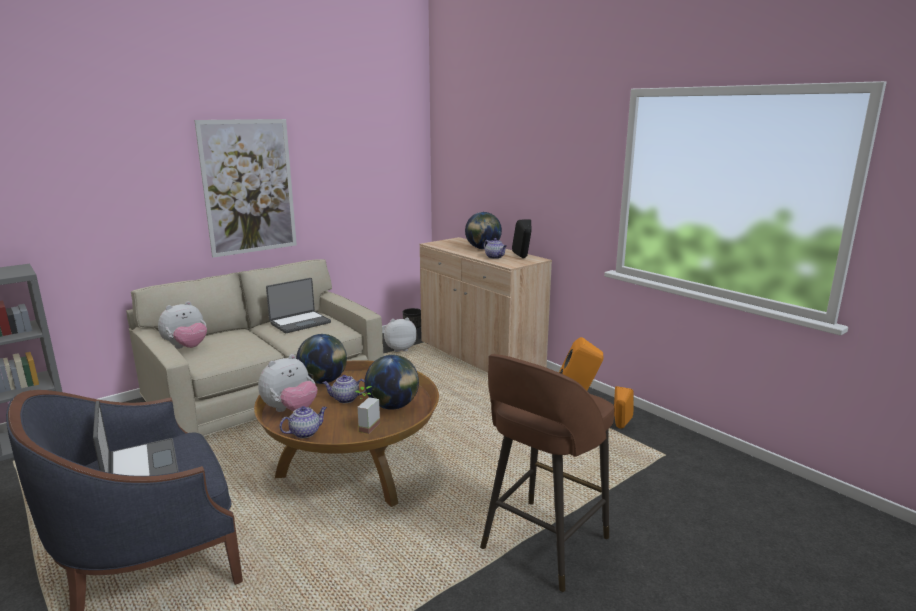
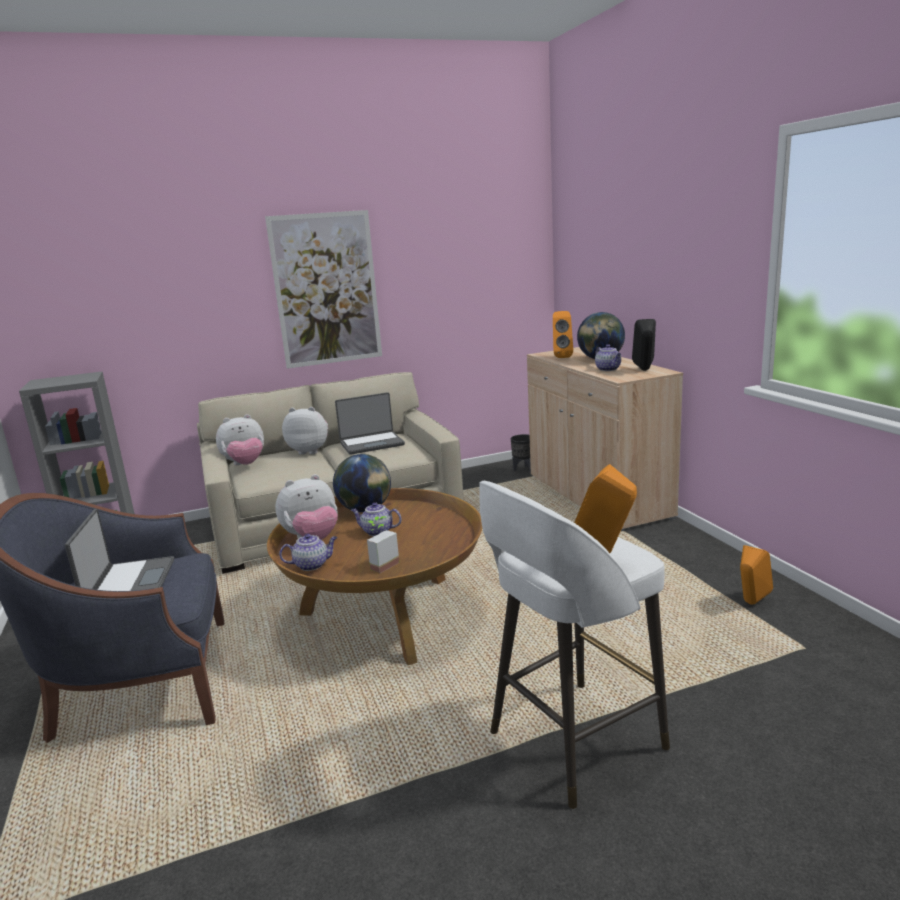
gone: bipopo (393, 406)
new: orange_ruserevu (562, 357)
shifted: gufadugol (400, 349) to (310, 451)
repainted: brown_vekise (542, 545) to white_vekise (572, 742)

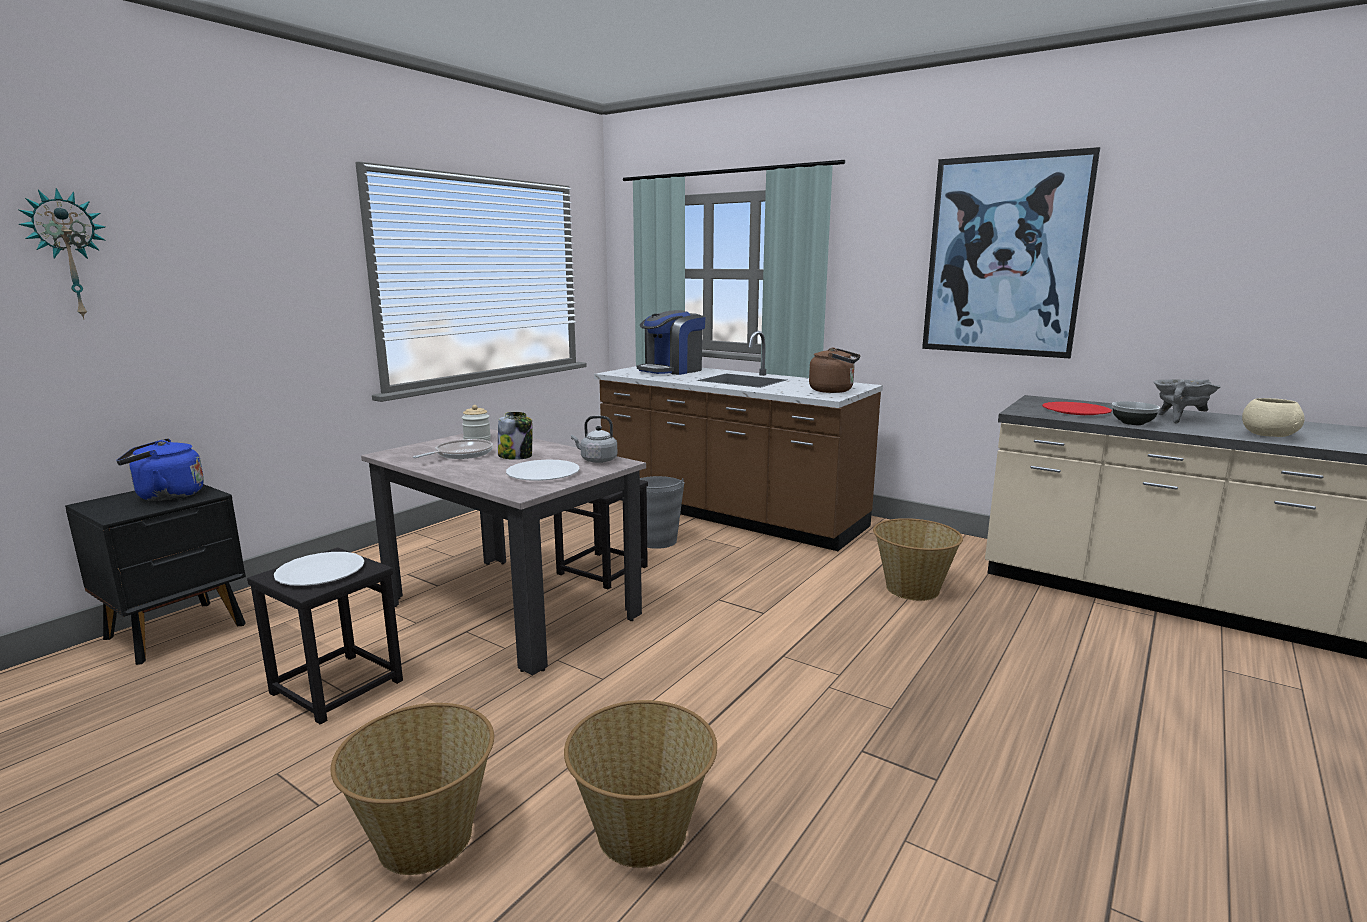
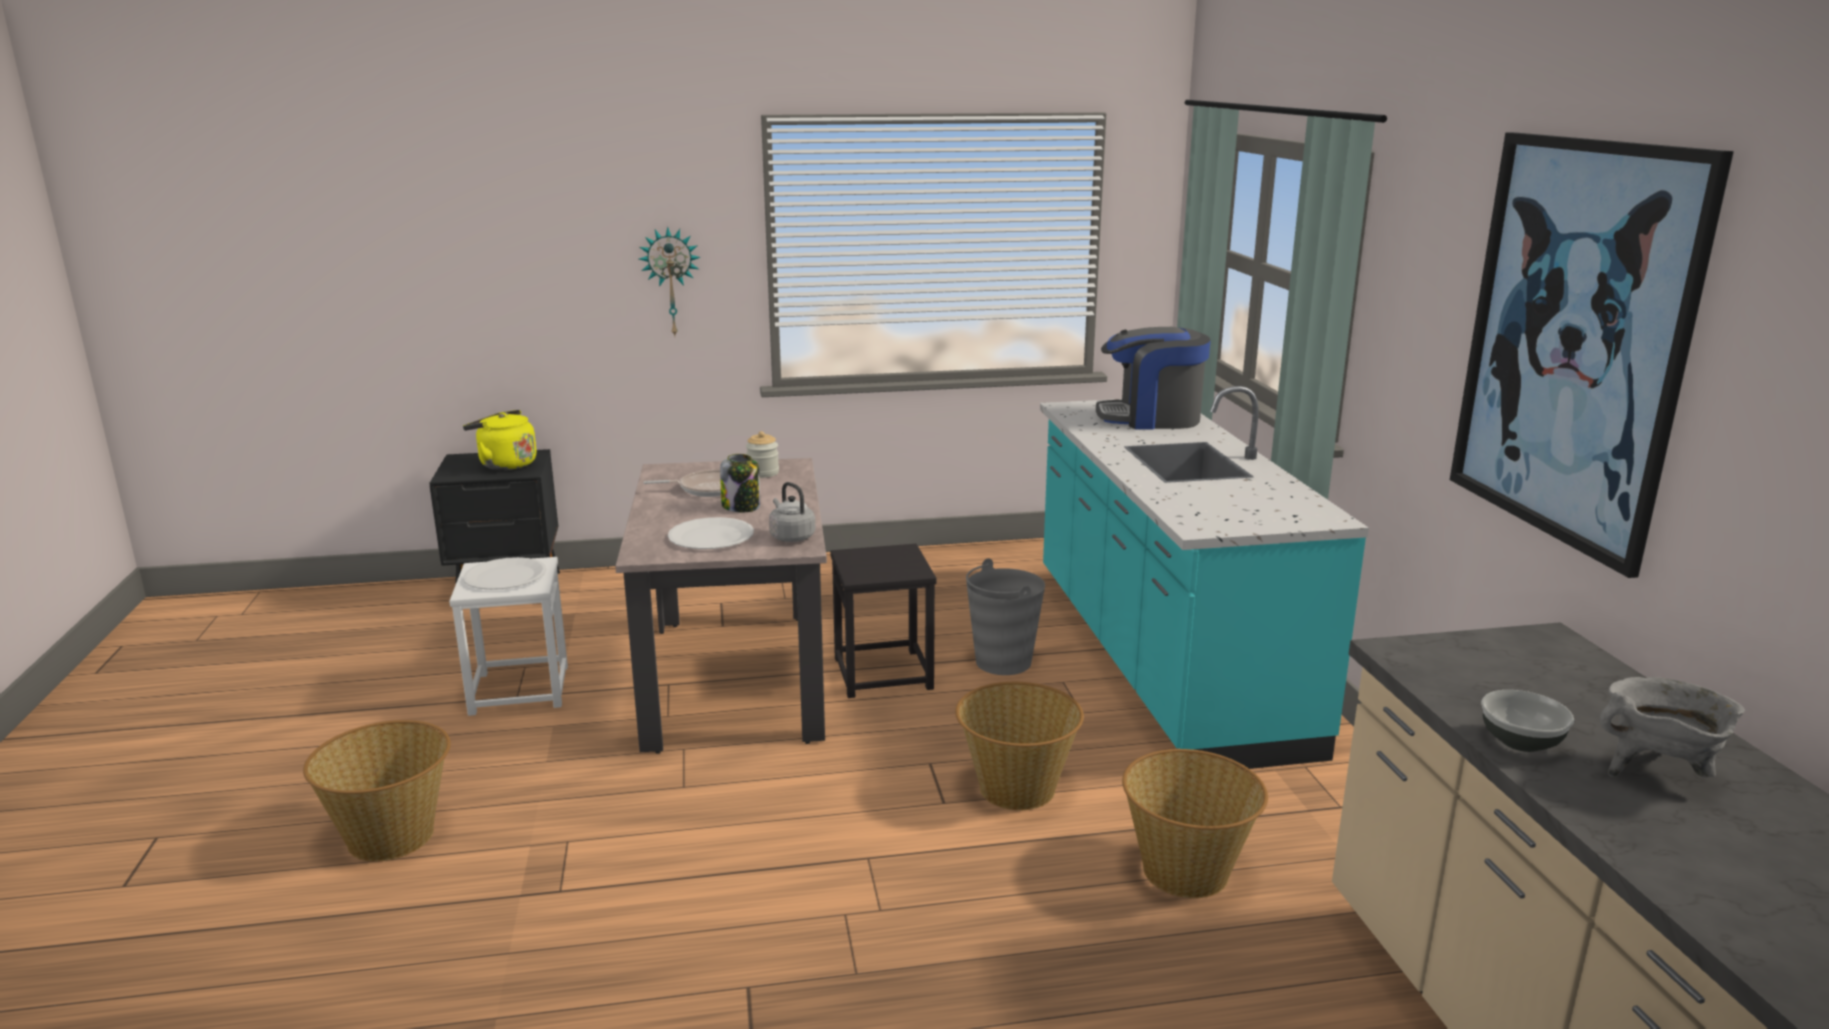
gone: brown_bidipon (834, 390); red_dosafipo (1076, 411); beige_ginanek (1267, 435)
shifted: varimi (68, 255) to (671, 282); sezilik (642, 834) to (1016, 789)
repainted: blue_bidipon (166, 496) to yellow_bidipon (504, 464); black_vekise (336, 687) to white_vekise (518, 690); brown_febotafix (729, 513) to turquoise_febotafix (1162, 660)

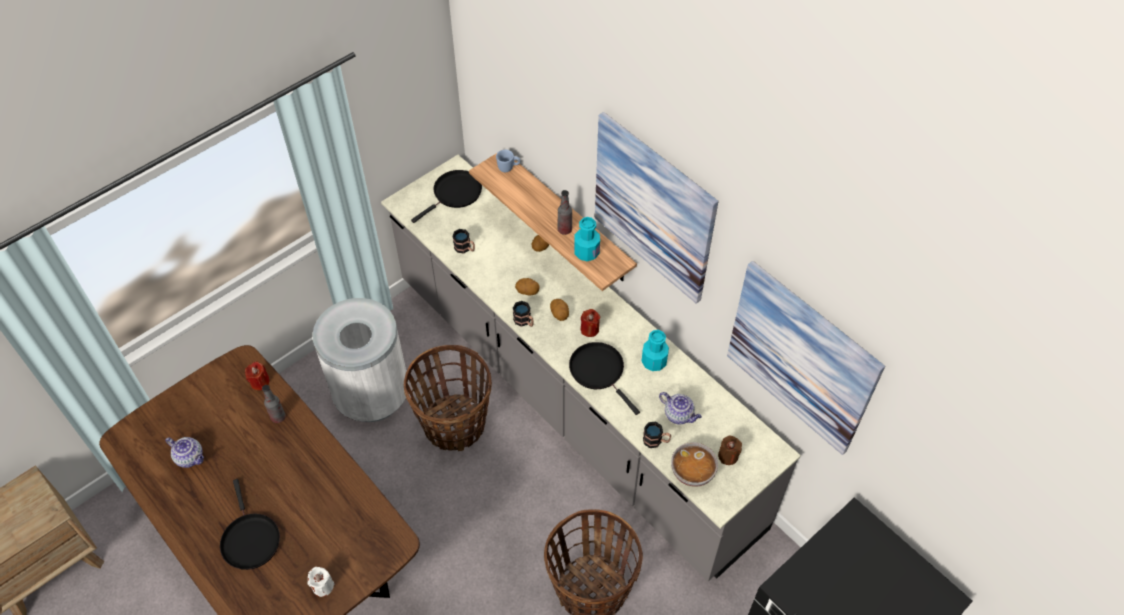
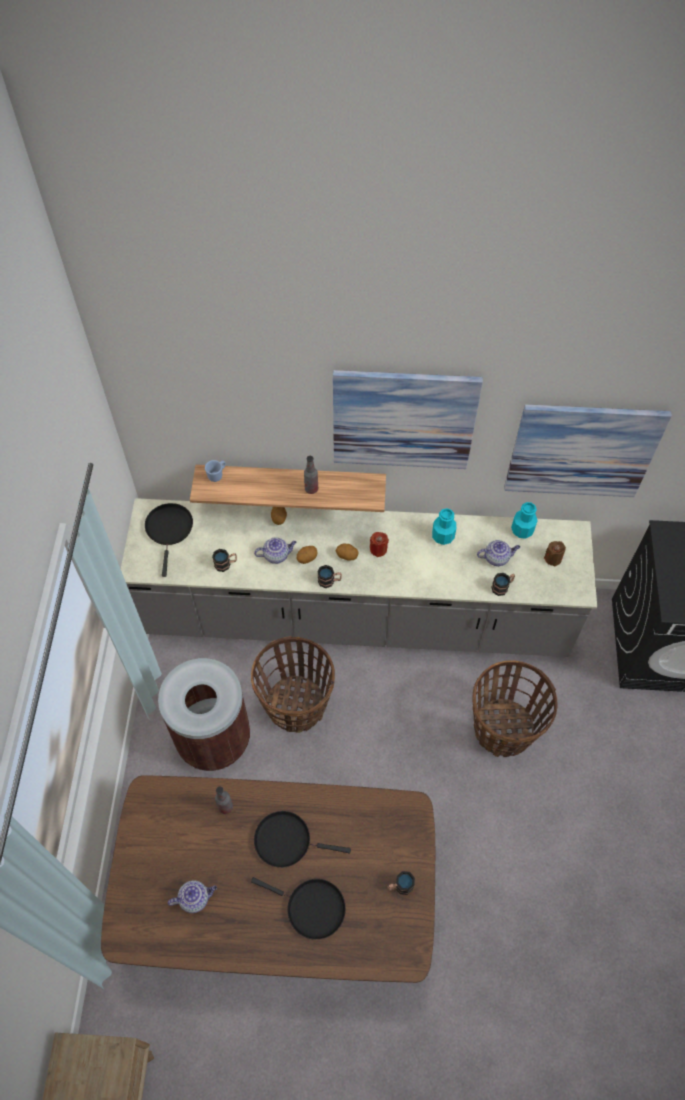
gone: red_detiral (260, 382); ginanek (692, 472)
new: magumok (276, 555)
shifted: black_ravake (599, 371) to (287, 840); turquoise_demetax (586, 252) to (522, 530)
swapped: white_detiral (323, 586) to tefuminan (400, 886)
repainted: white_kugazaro (372, 395) to brown_kugazaro (213, 738)

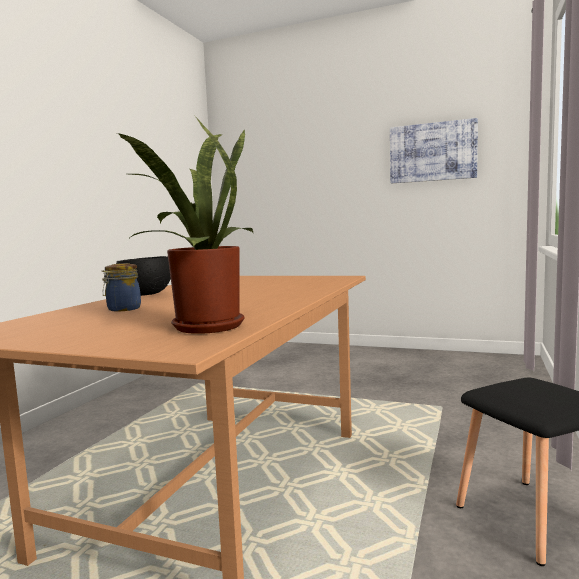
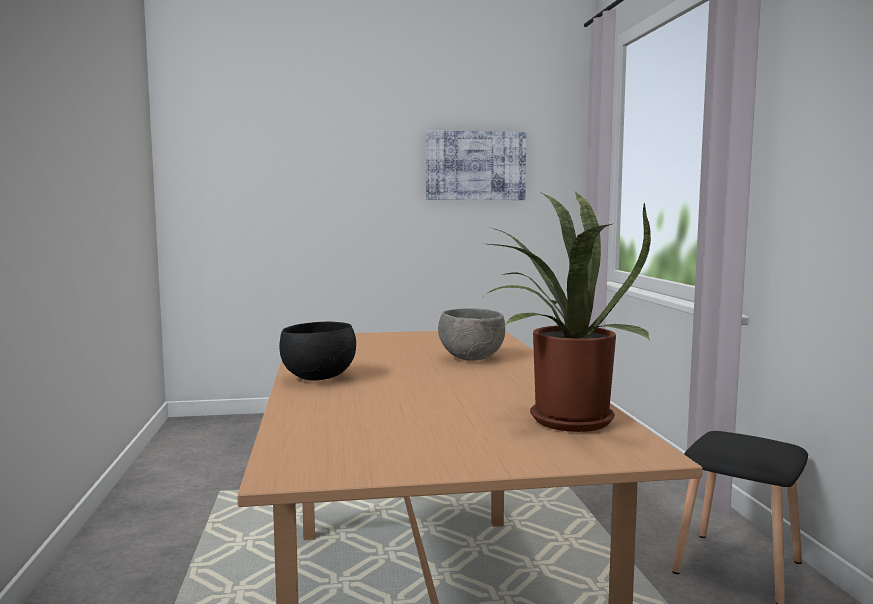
gone: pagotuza (122, 309)
new: grey_ginanek (470, 358)

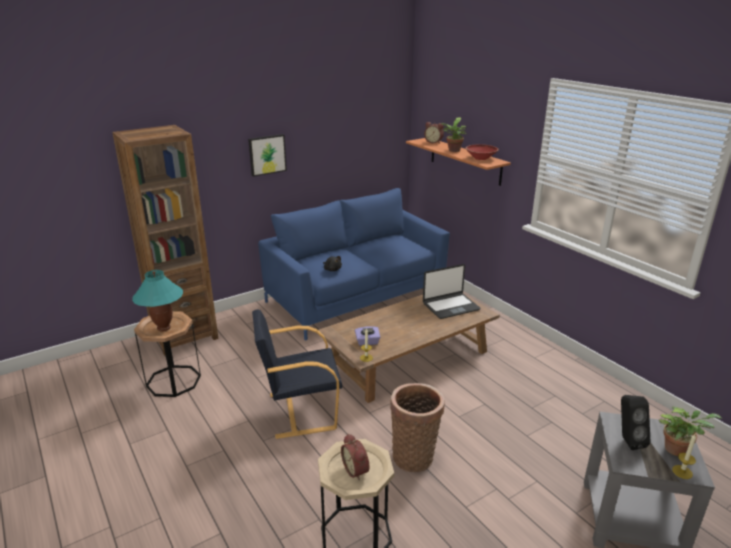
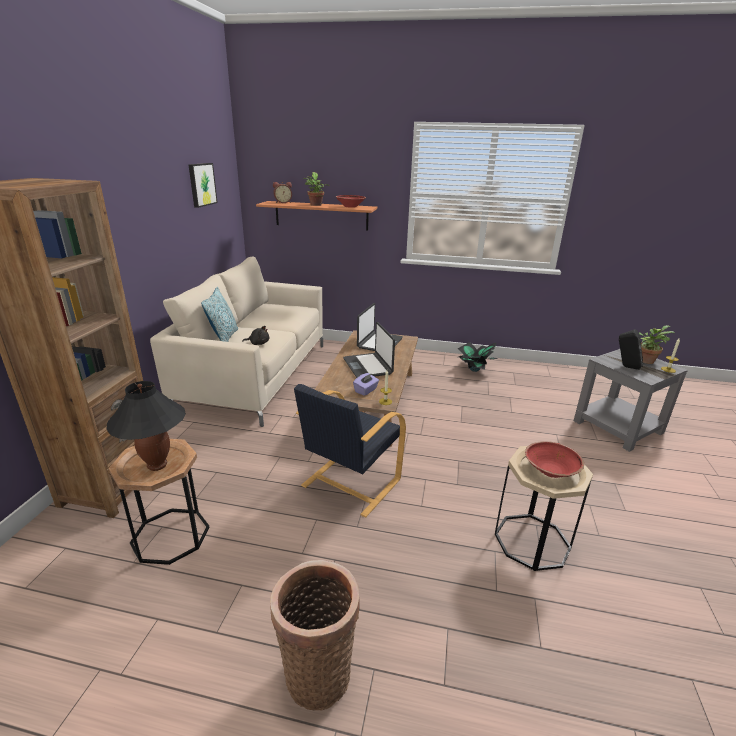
new: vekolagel (224, 338); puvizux (368, 366); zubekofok (474, 370)
shifted: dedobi (267, 154) to (201, 184); sezilik (414, 455) to (318, 671)
swapped: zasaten (357, 470) to red_ginanek (551, 471)
repainted: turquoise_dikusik (163, 328) to black_dikusik (157, 465); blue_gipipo (356, 297) to beige_gipipo (255, 375)

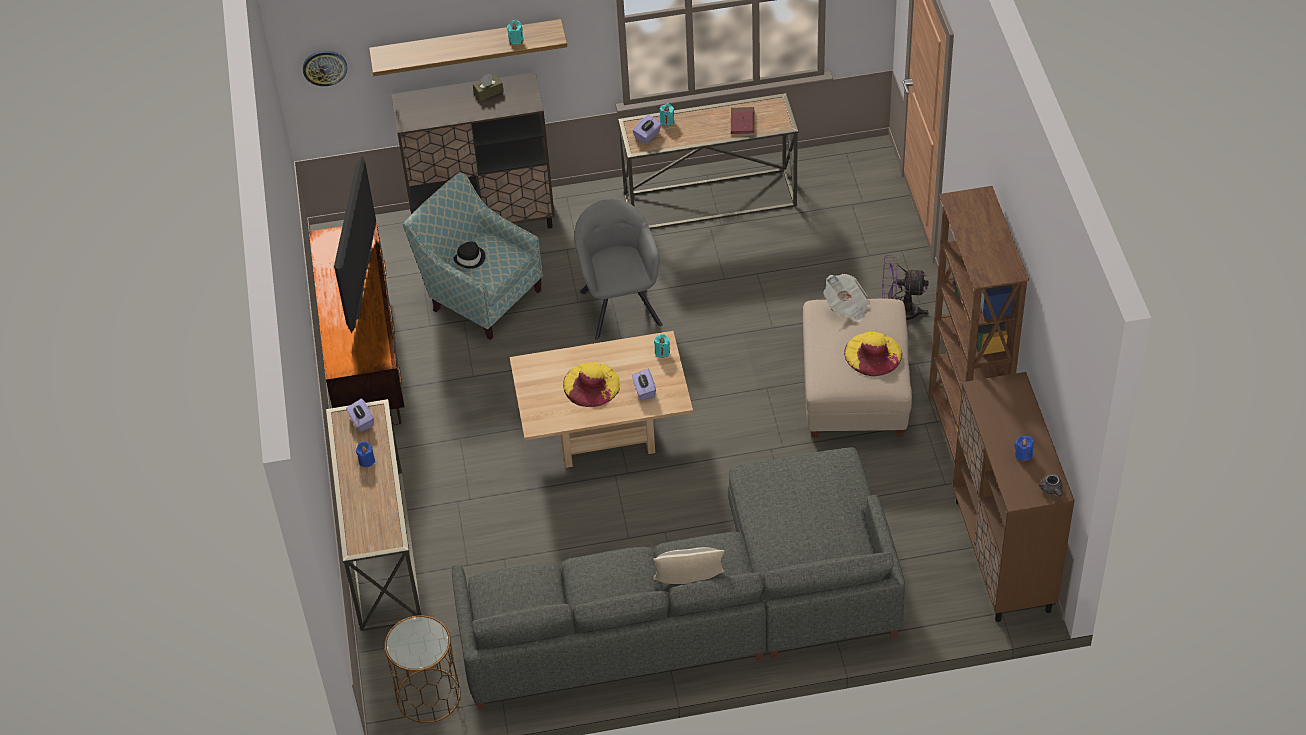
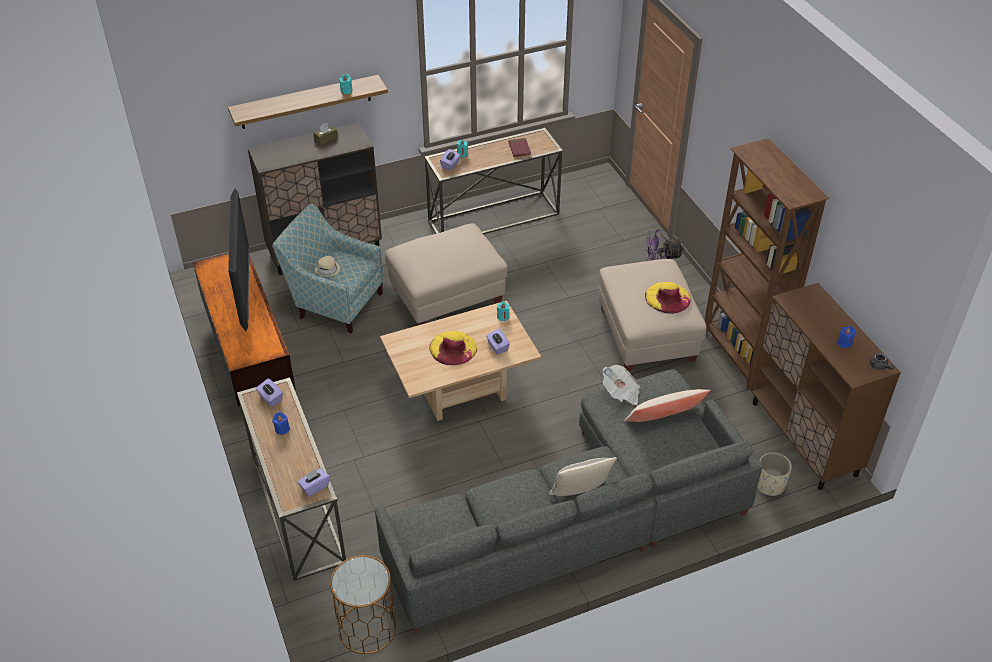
gone: varimi (324, 67)
new: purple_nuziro (314, 487); beige_vekolagel (665, 417); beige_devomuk (769, 485)
shifted: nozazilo (846, 306) to (621, 393)
swapped: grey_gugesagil (619, 305) to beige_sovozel (446, 296)
repainted: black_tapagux (470, 259) to beige_tapagux (328, 270)

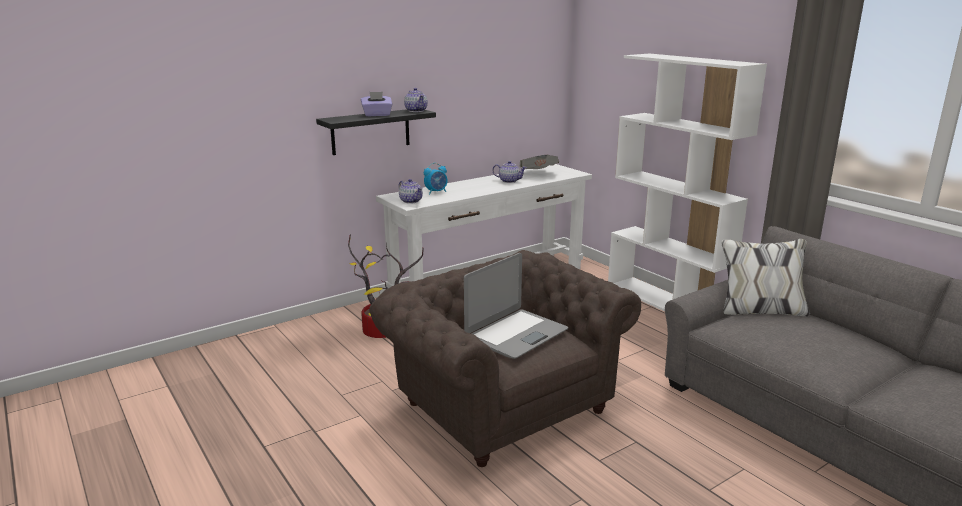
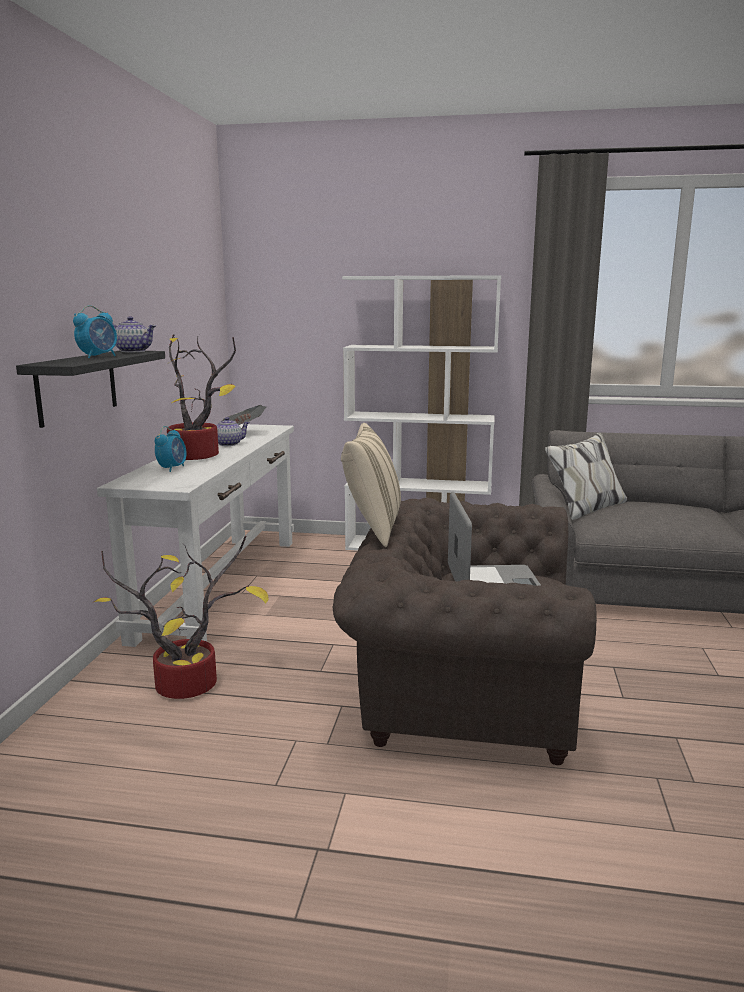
gone: magumok (411, 201)
new: zubekofok (199, 457); beige_vekolagel (372, 529)
swapped: purple_nuziro (377, 115) to zasaten (99, 356)

